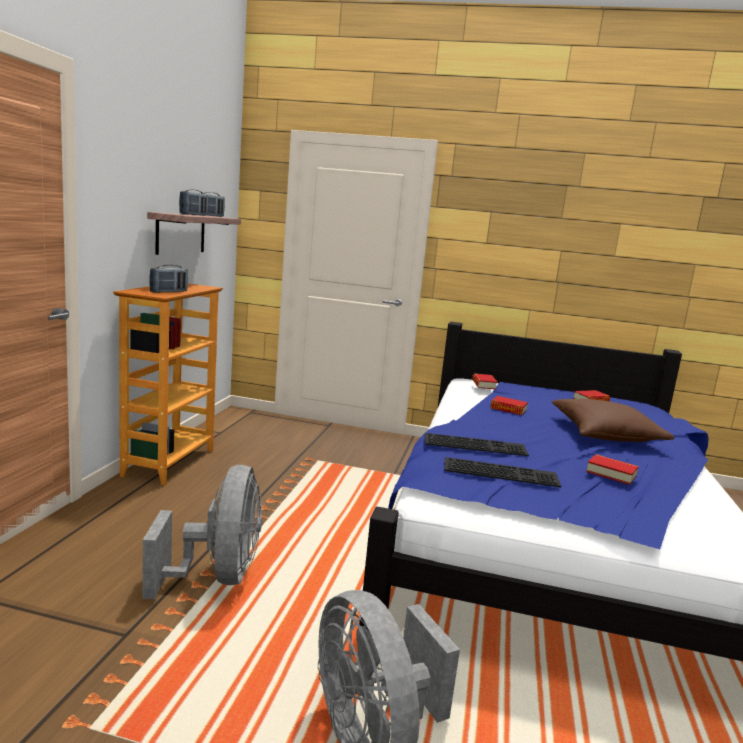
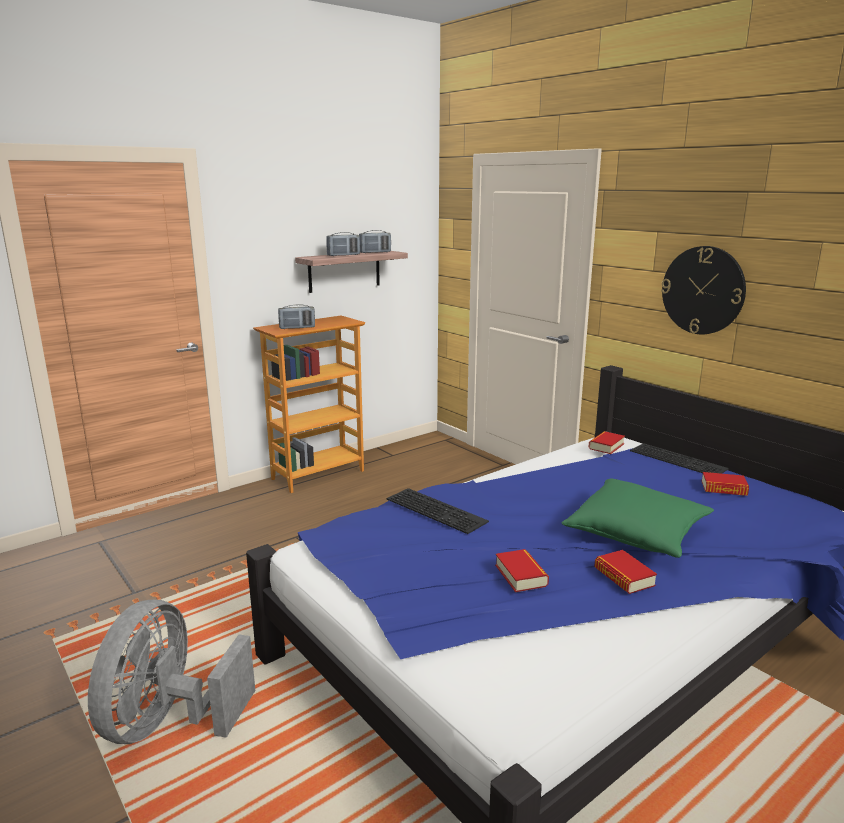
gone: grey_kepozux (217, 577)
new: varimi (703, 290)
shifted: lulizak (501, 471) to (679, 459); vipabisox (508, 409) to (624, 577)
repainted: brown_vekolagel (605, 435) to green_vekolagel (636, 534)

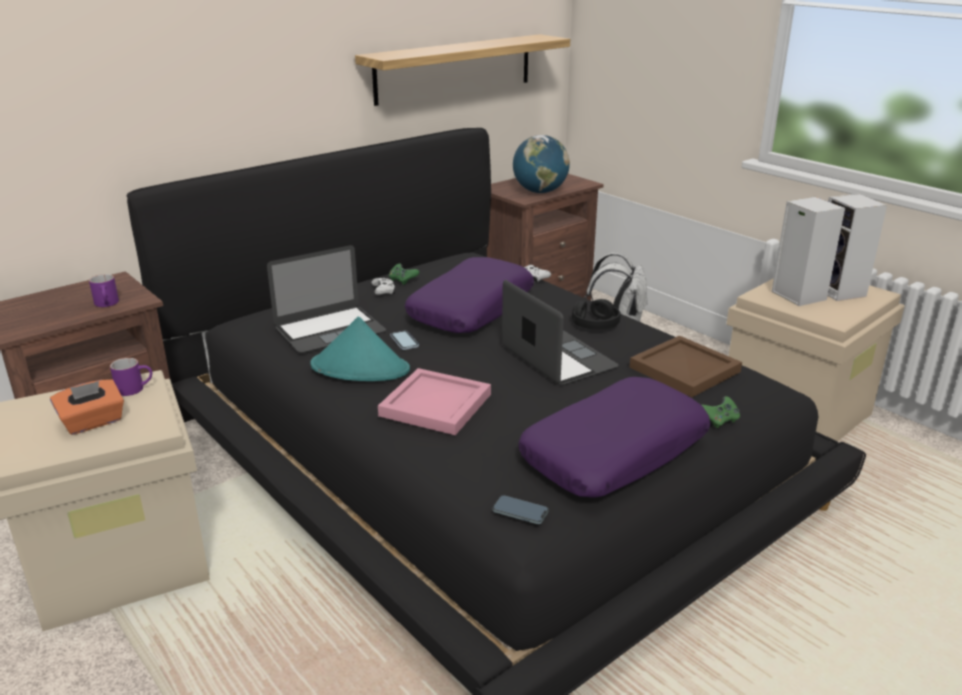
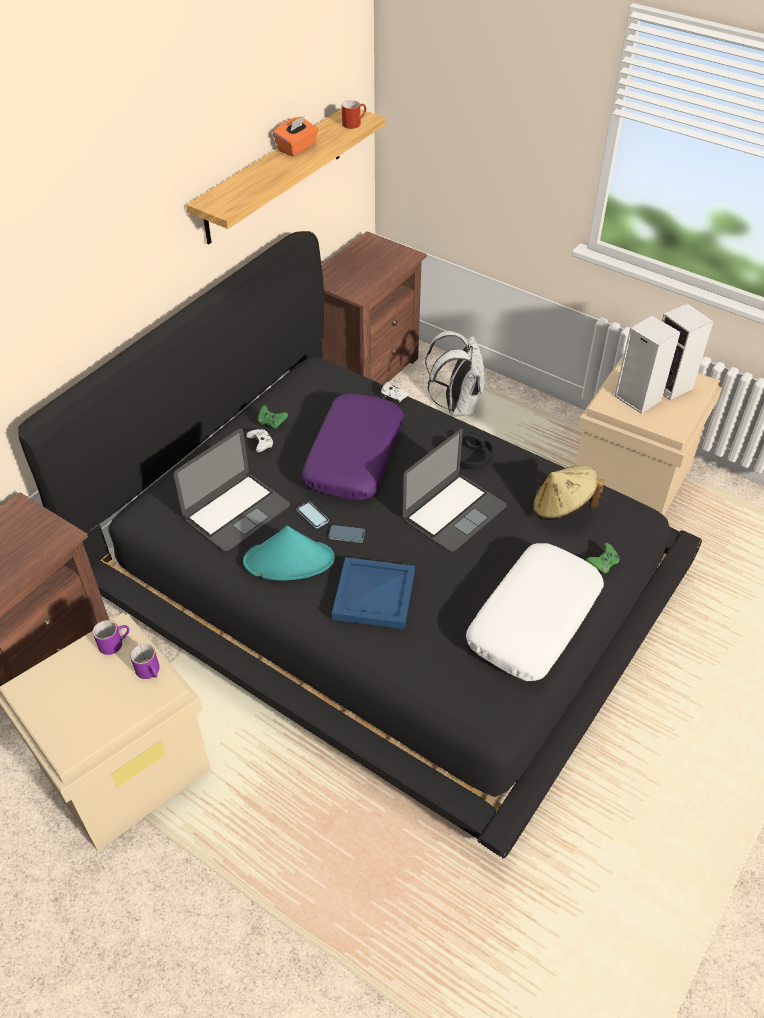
gone: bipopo (540, 192)
new: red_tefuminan (354, 123)
shifted: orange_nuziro (93, 422) to (297, 148); purple_tefuminan (108, 304) to (150, 672); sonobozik (520, 512) to (346, 535)
swapped: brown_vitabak (685, 370) to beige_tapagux (562, 508)
repainted: pink_vitabak (437, 404) to blue_vitabak (375, 594); purple_vekolagel (614, 452) to white_vekolagel (533, 619)
rotated: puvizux (558, 357) = (454, 512) 90 degrees clockwise

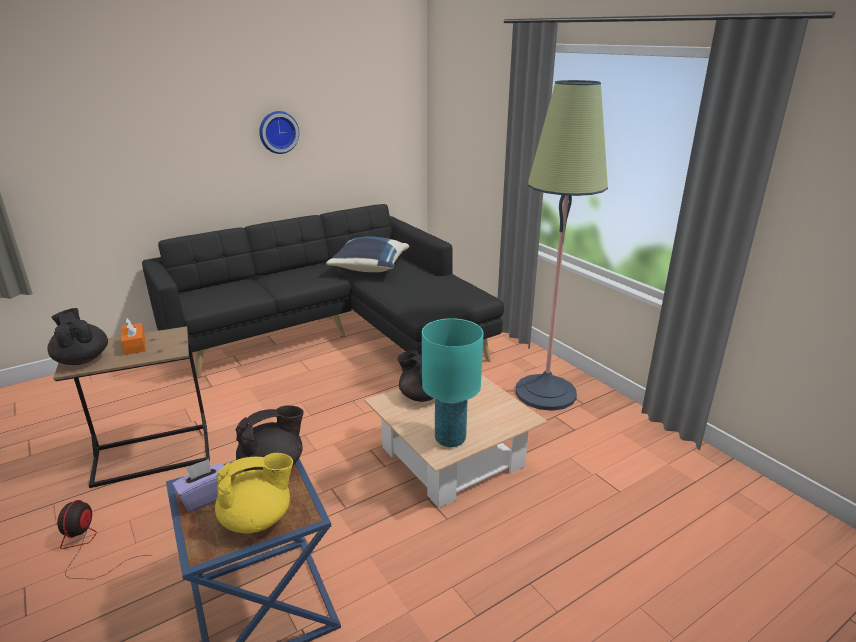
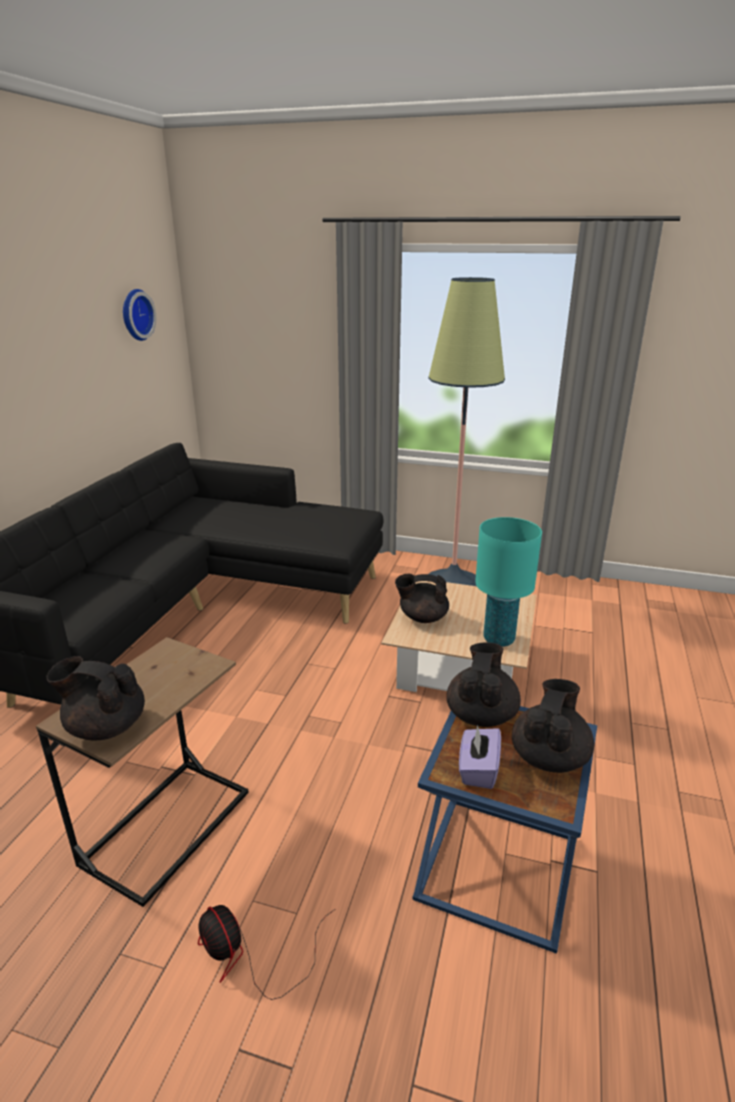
gone: orange_nuziro (135, 345); blue_vekolagel (368, 268)
shifted: varimi (278, 132) to (135, 315)
repainted: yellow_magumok (258, 519) to black_magumok (549, 757)

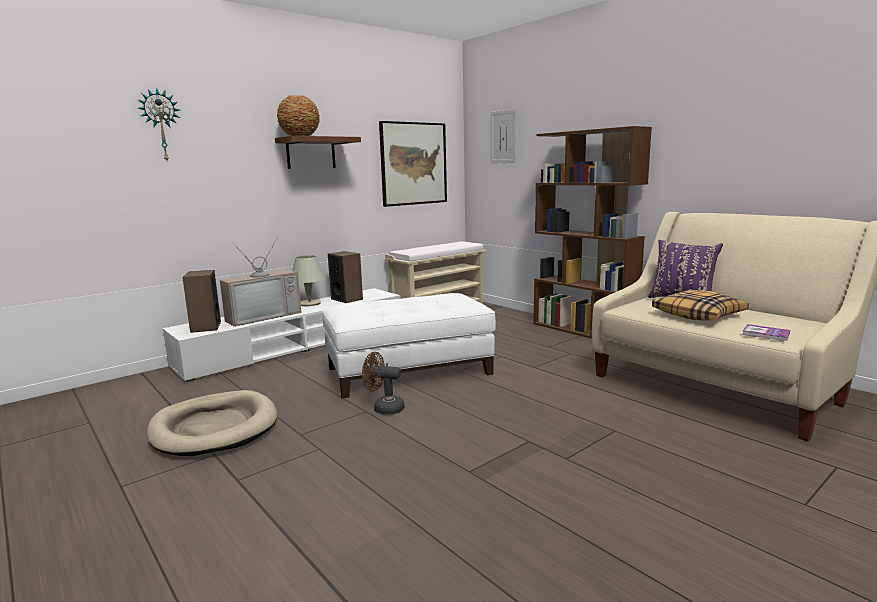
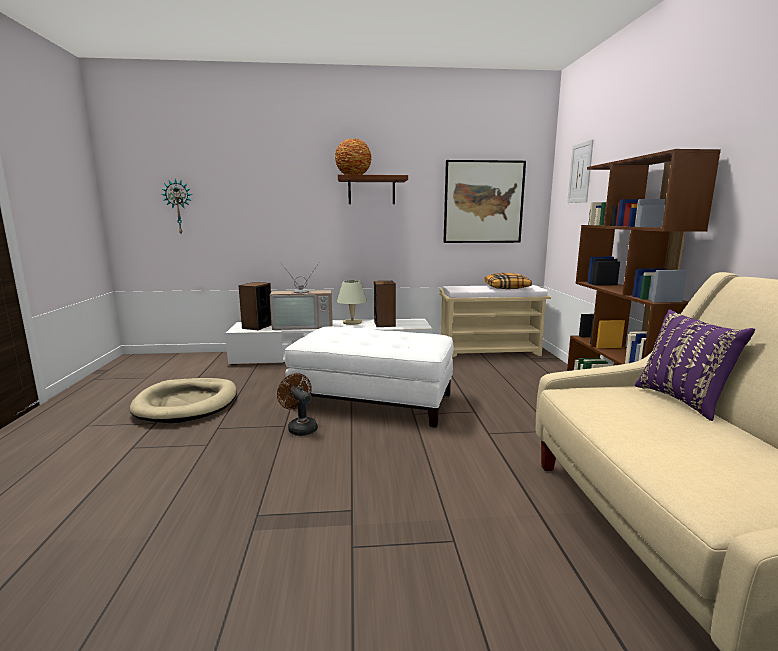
gone: vipabisox (765, 334)
shifted: varimi (161, 126) to (179, 207); vekolagel (698, 315) to (507, 287)

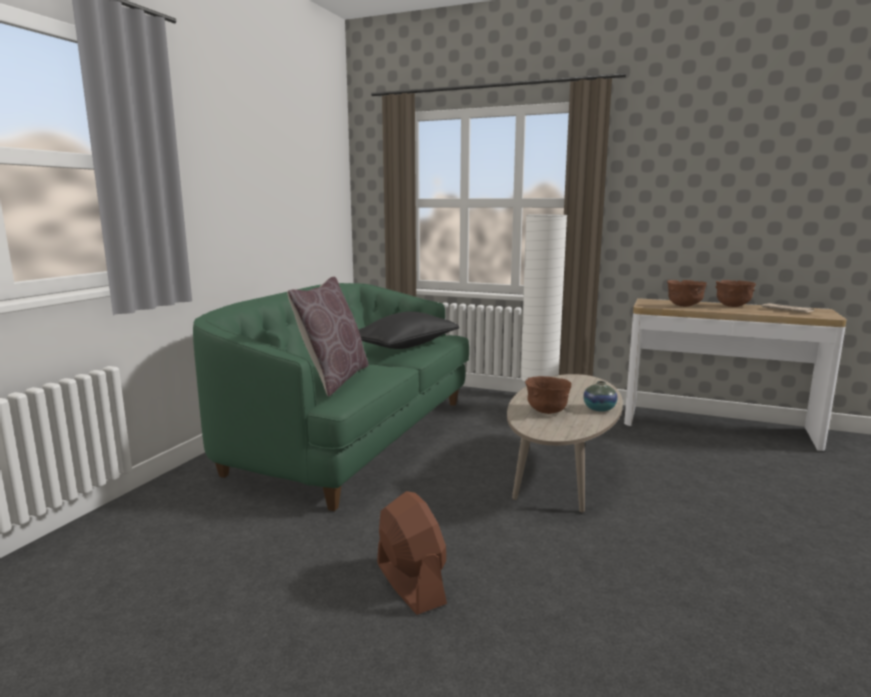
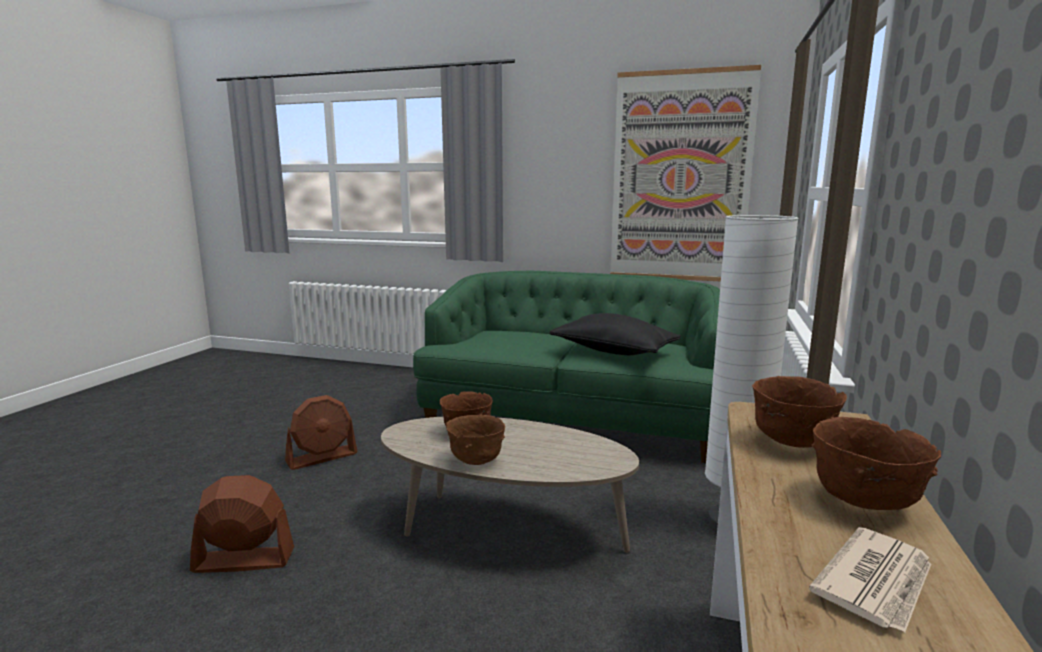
gone: brown_vekolagel (334, 379)
new: brown_kepozux (243, 560); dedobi (680, 178)
swapped: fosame (599, 409) to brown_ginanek (476, 461)

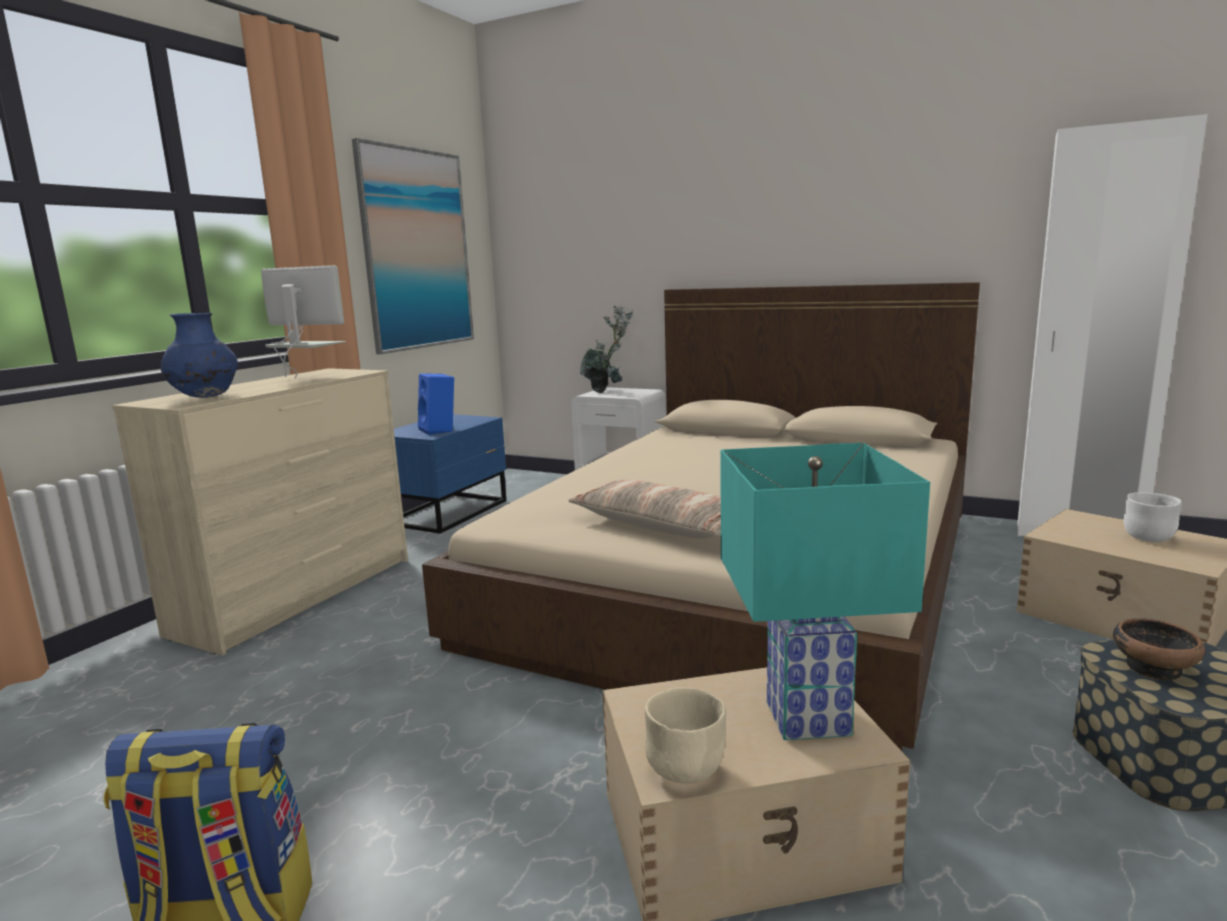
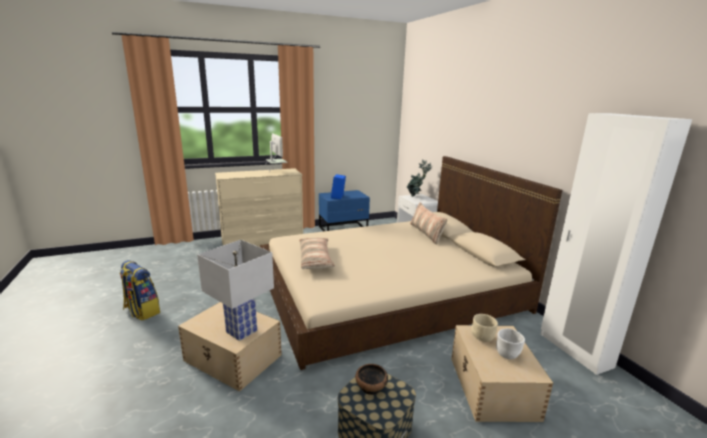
gone: blue_fosame (205, 397); dedobi (416, 250)
new: vekolagel (426, 233)
shifted: beige_ginanek (686, 772) to (482, 338)
repainted: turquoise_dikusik (810, 720) to white_dikusik (241, 332)

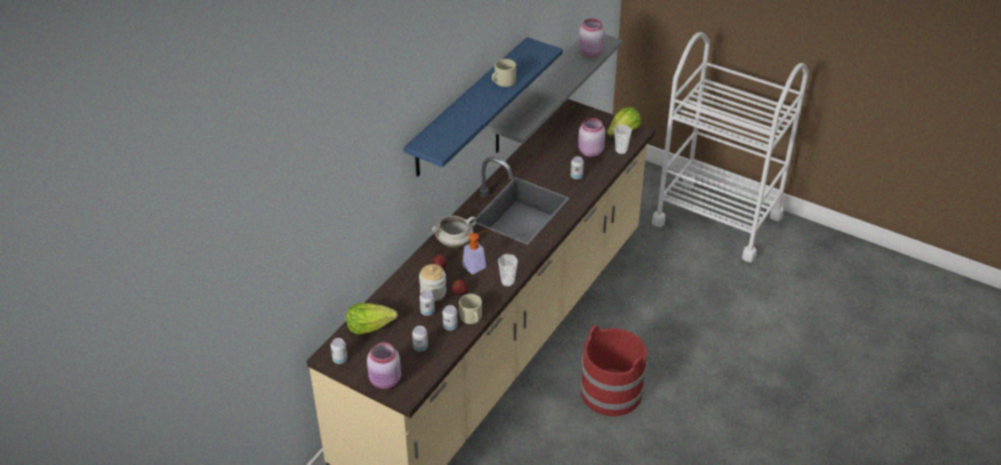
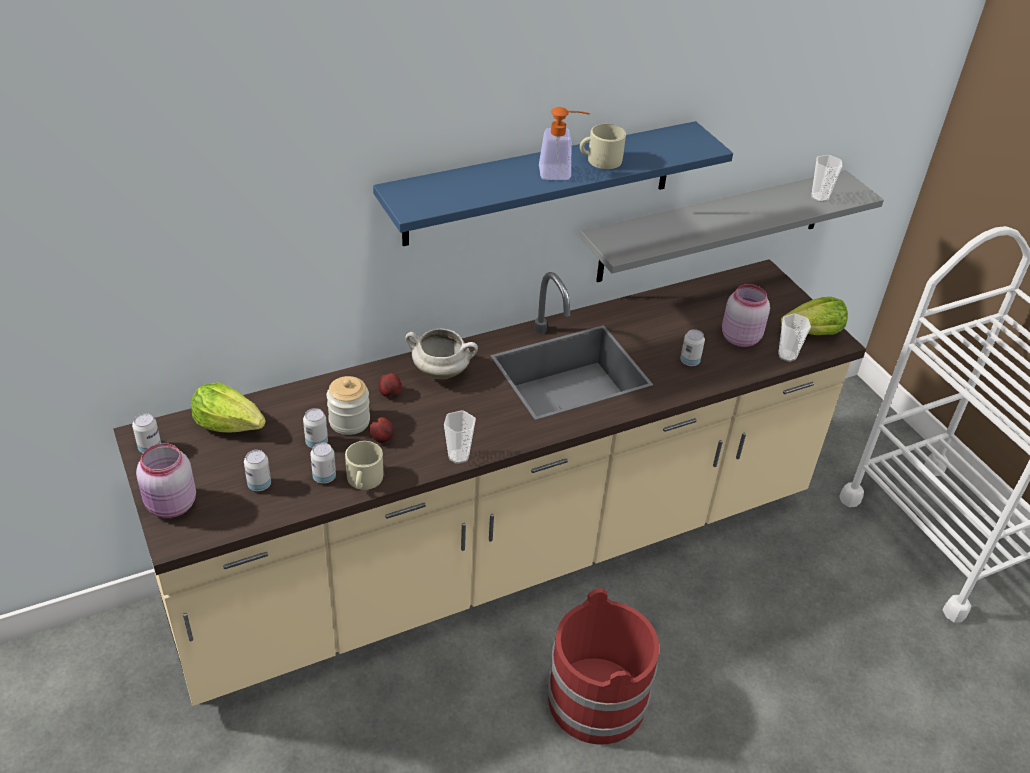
shifted: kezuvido (477, 265) to (561, 173)
swapped: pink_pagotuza (590, 52) to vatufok (819, 197)

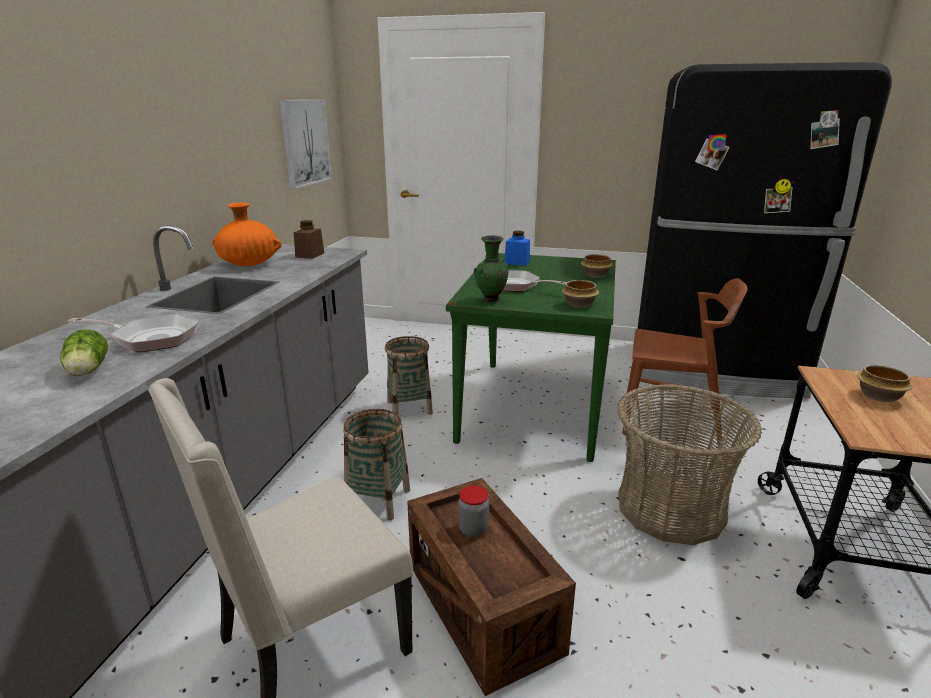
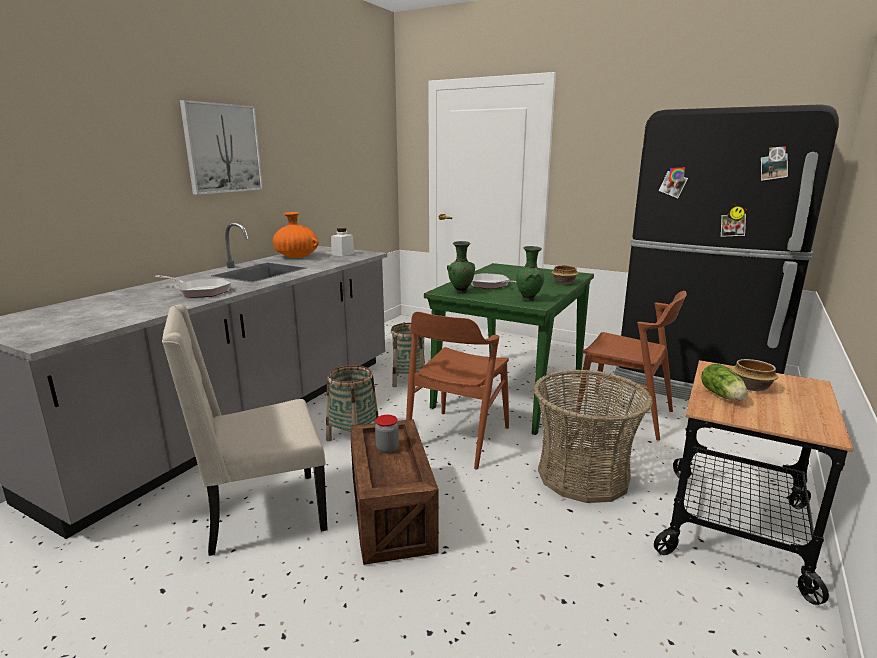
gone: blue_pagotuza (517, 262)
new: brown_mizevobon (458, 438)
shifted: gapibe (87, 371) to (723, 396); dedobi (305, 142) to (222, 148)
swapped: ginanek (580, 304) to green_fosame (529, 300)
repainted: brown_pagotuza (310, 255) to white_pagotuza (343, 254)

